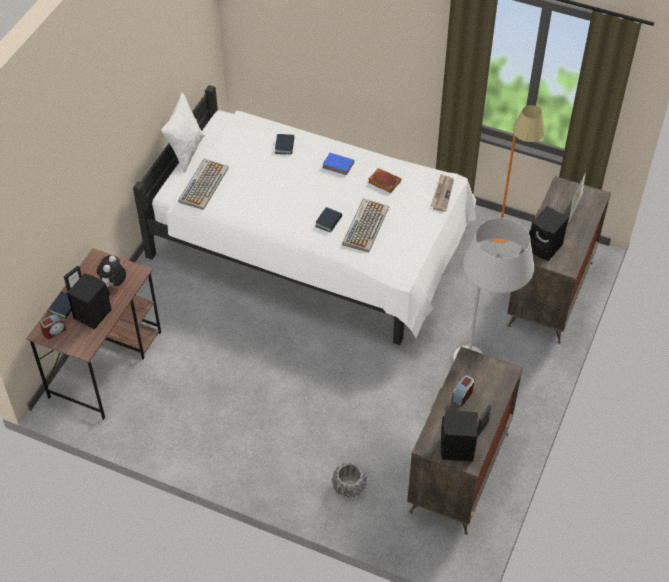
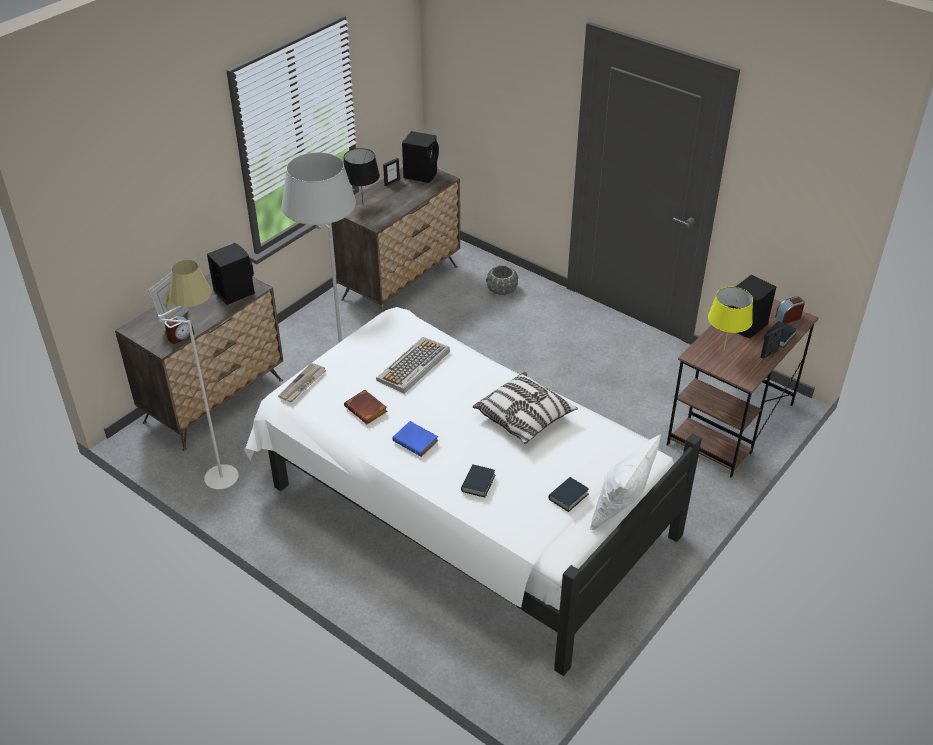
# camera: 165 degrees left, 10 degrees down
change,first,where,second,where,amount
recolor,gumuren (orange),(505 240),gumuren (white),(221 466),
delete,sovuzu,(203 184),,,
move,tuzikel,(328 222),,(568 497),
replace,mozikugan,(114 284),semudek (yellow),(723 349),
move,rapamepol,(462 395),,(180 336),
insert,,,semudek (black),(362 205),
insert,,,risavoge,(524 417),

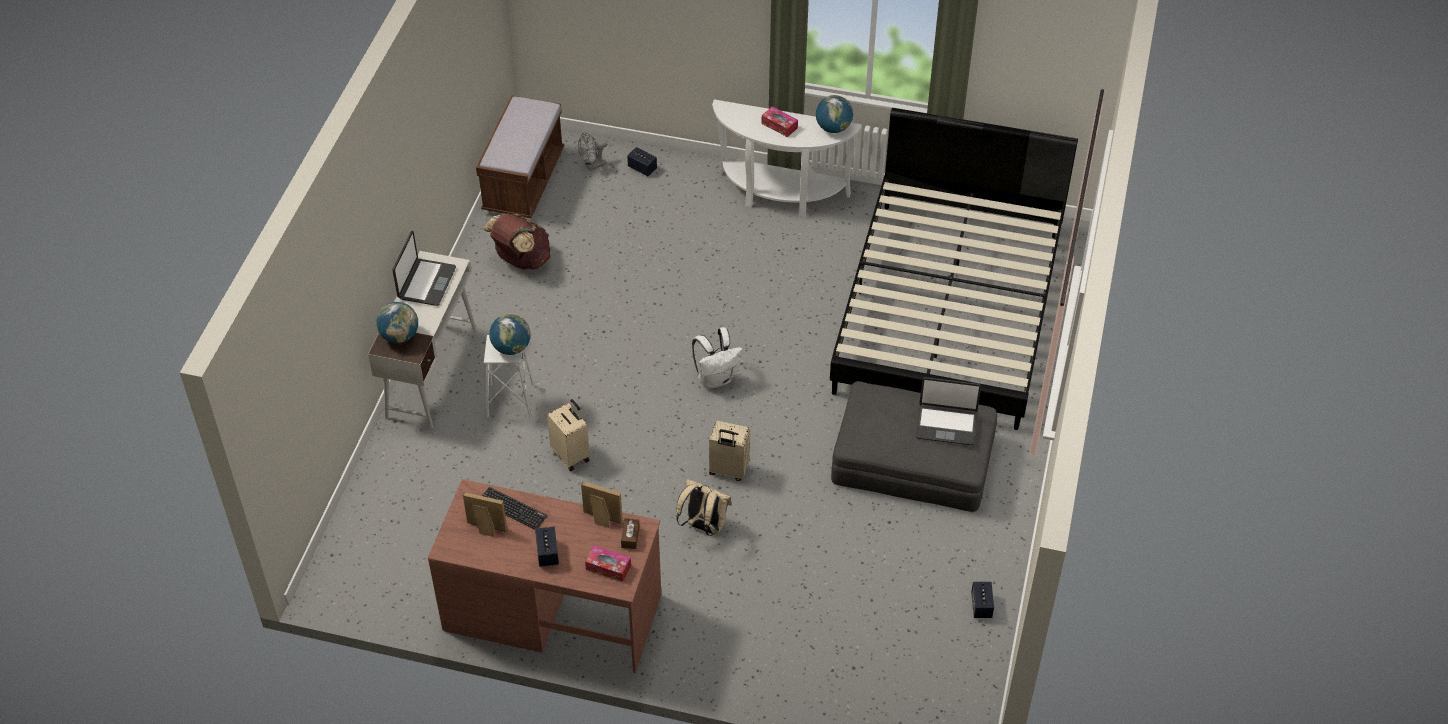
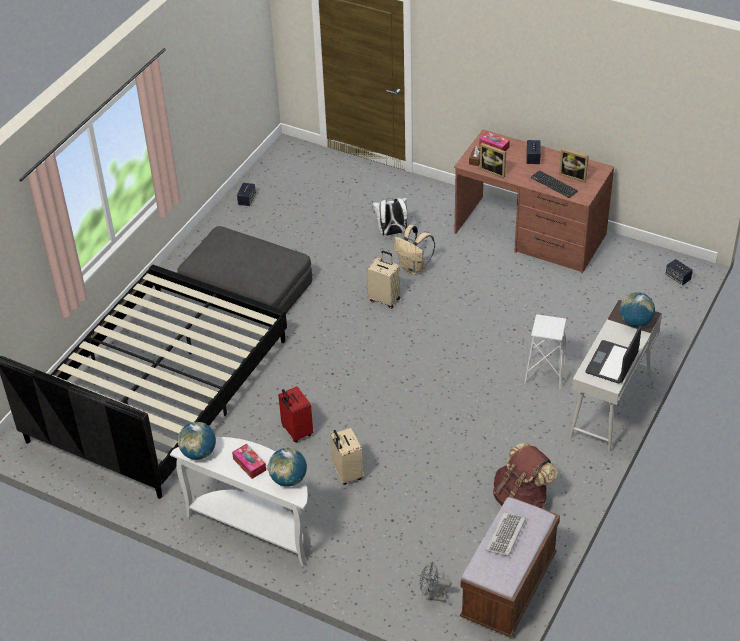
# camera: 165 degrees left, 5 degrees down
change,first,where,second,where,amount
rotate,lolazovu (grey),(593 166),,(432 596),150 degrees counterclockwise
move,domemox,(642 168),,(678 278),
move,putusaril,(511 348),,(288 479),
move,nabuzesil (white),(716 379),,(391 233),
delete,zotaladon,(946 424),,,
move,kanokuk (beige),(571 455),,(346 473),
insert,,,kanokuk (red),(296 431),
insert,,,sovuzu,(506 536),

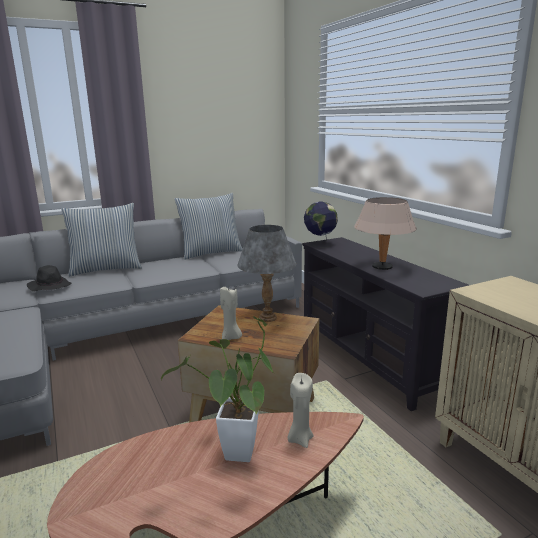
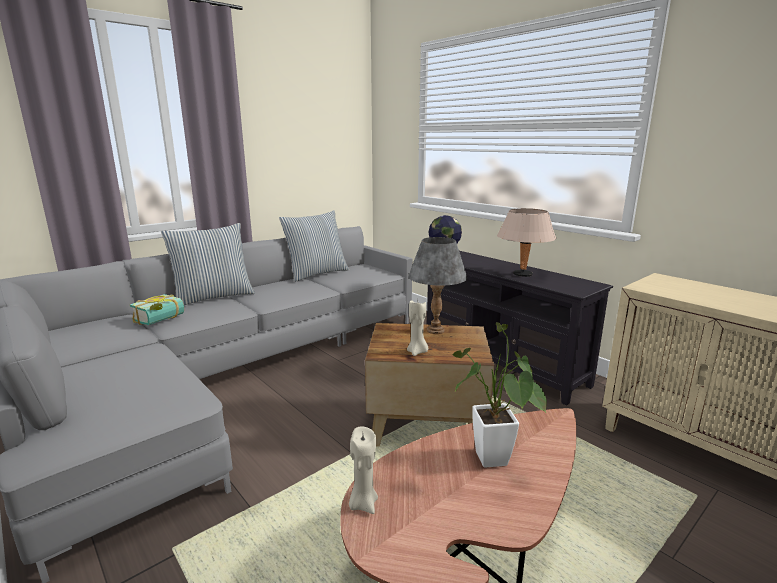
# camera: 15 degrees left, 0 degrees up
change,first,where,second,where,amount
replace,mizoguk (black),(49 287),tuzikel,(162 320),
move,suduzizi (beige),(300 439),,(363 503),

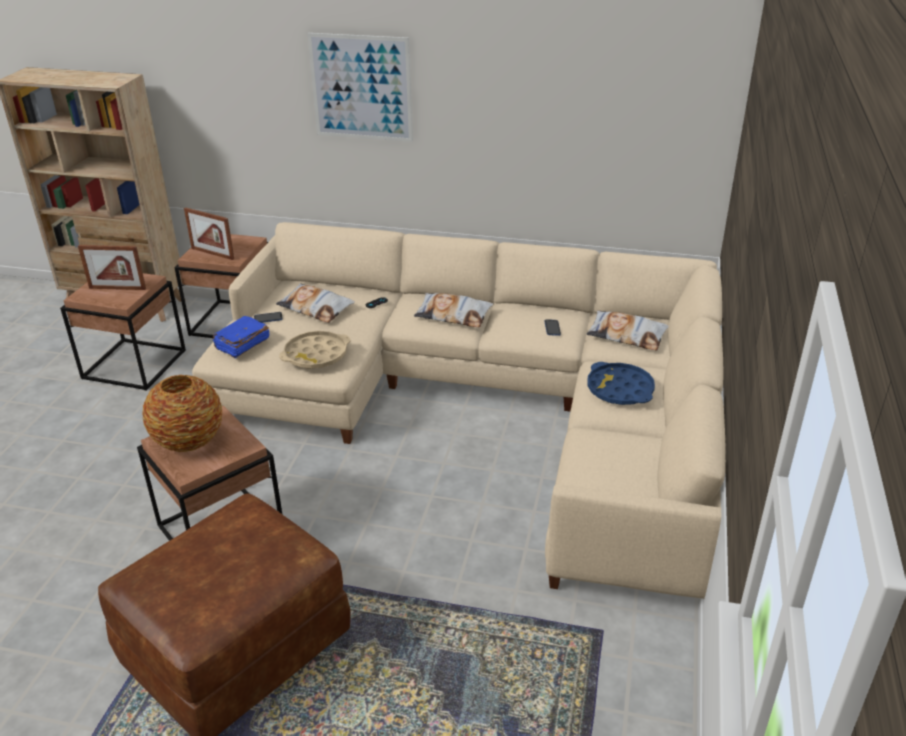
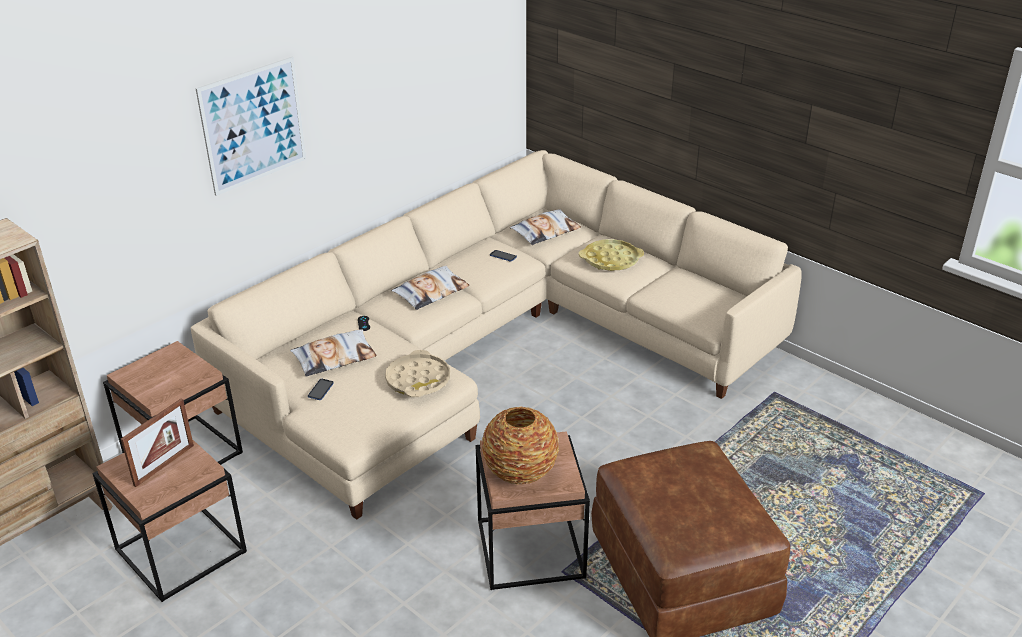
# camera: 60 degrees left, 0 degrees up
change,first,where,second,where,amount
delete,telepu,(212 253),,,
delete,tuzikel (blue),(241 345),,,
recolor,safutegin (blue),(620 389),safutegin (yellow),(611 260),

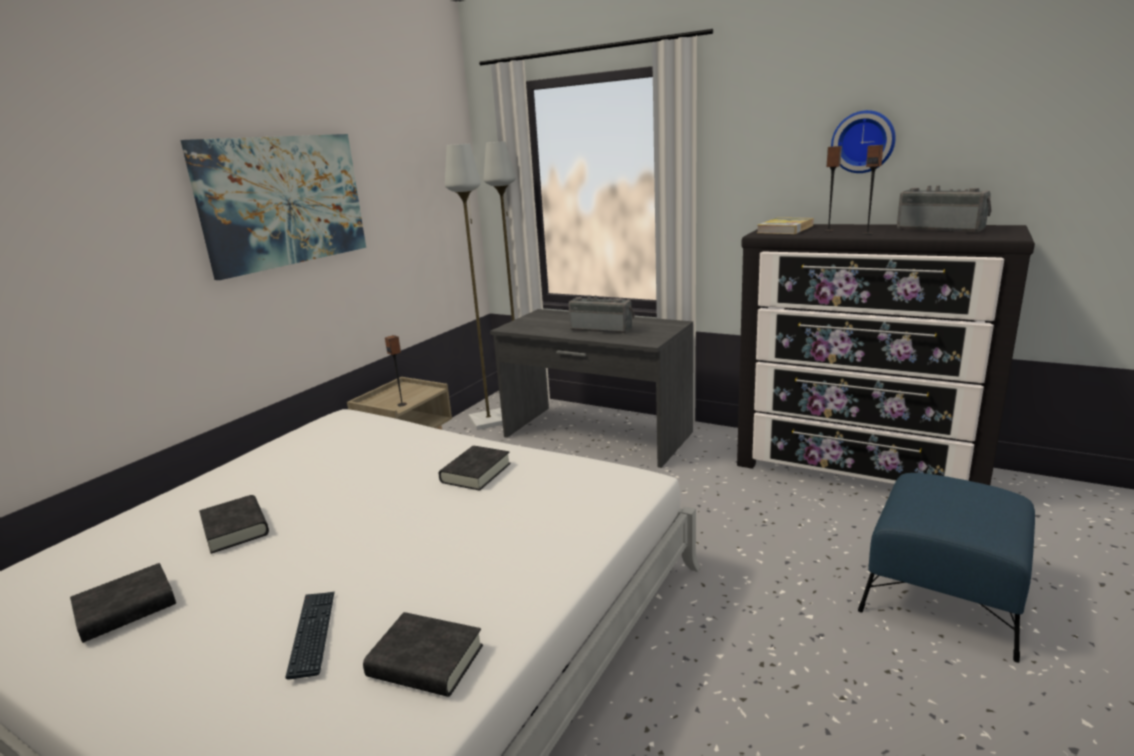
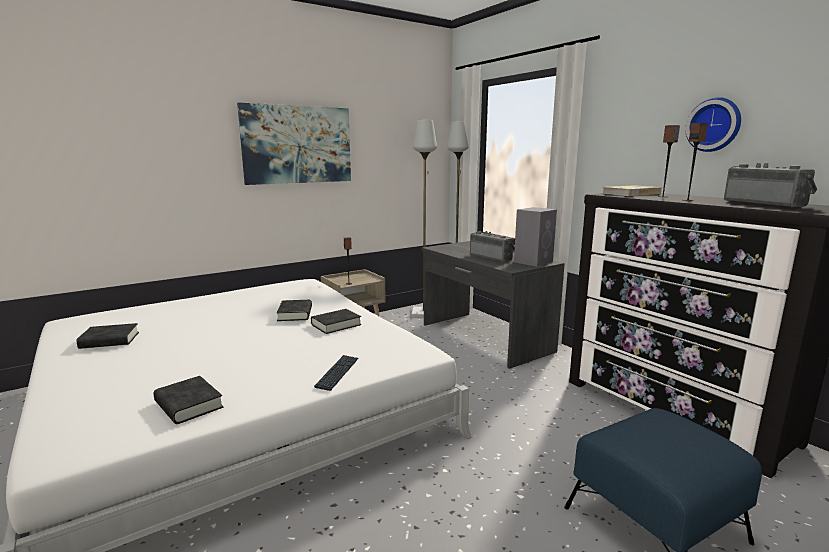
# camera: 25 degrees right, 5 degrees down
change,first,where,second,where,amount
move,tuzikel (black),(235 529),,(295 314),
move,sovuzu,(312 633),,(338 373),
insert,,,domemox (grey),(534 261),

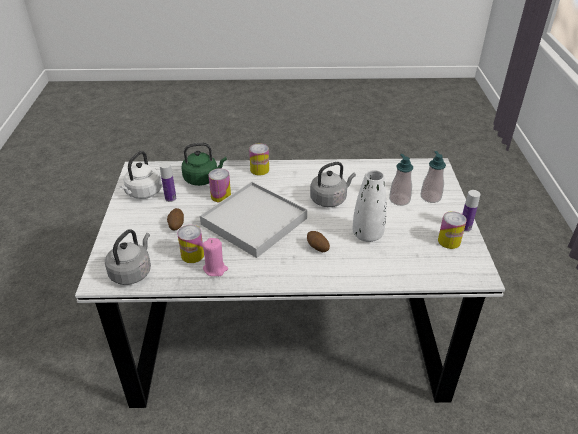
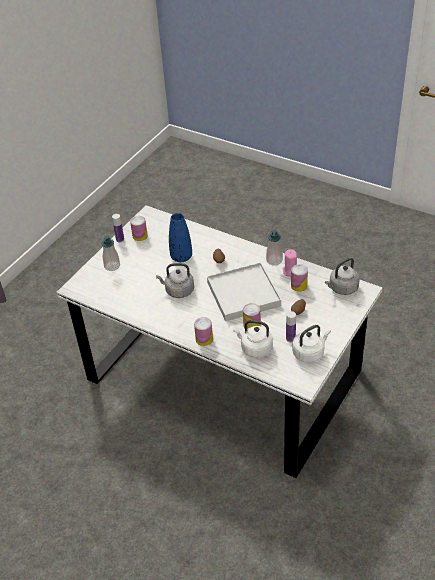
# camera: 145 degrees left, 5 degrees up
change,first,where,second,where,amount
recolor,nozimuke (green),(203 179),nozimuke (white),(255 348),
move,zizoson,(399 200),,(274 260),
recolor,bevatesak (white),(367 235),bevatesak (blue),(181 257),

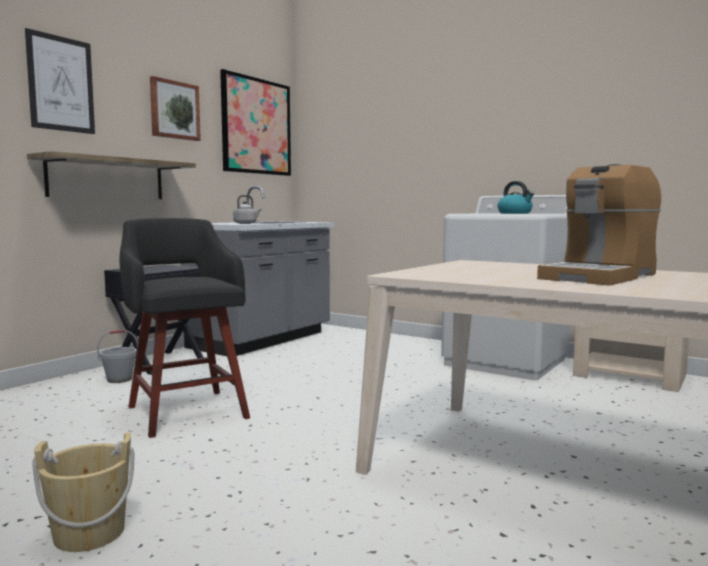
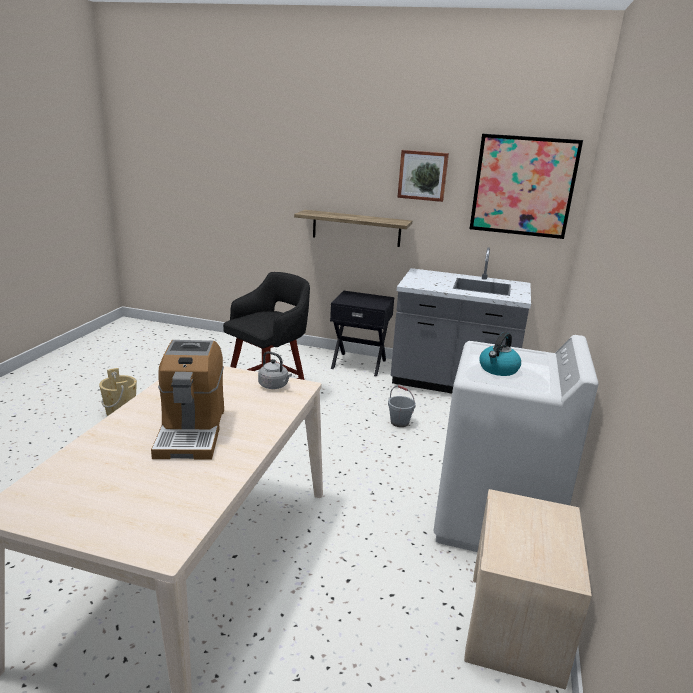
# camera: 70 degrees right, 15 degrees up
change,first,where,second,where,amount
delete,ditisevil,(61 84),,,
rotate,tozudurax,(599 276),,(191 431),120 degrees counterclockwise
move,nozimuke (grey),(246 223),,(274 386),
move,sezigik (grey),(119 379),,(400 422),

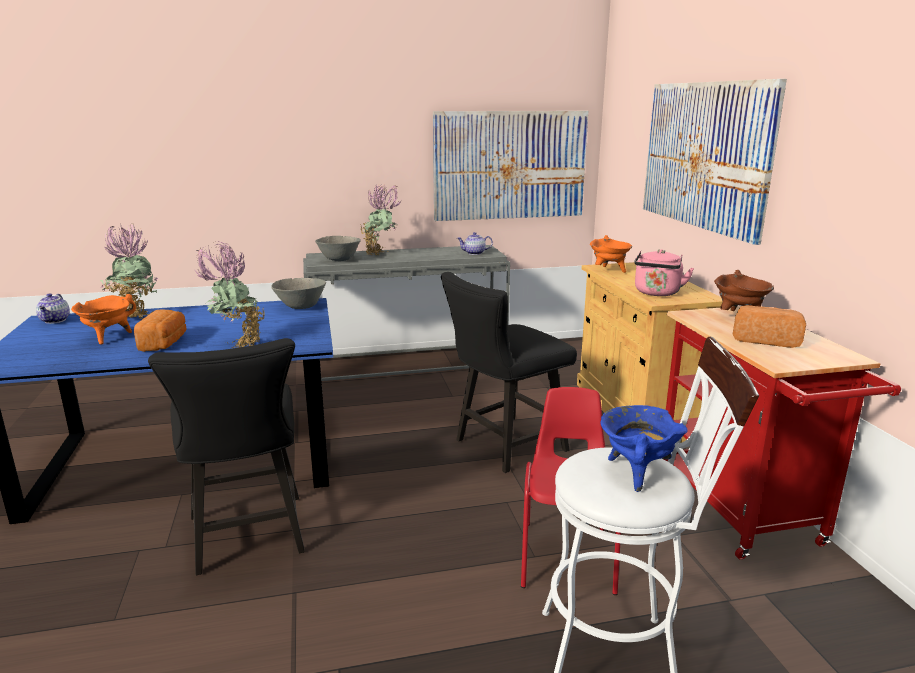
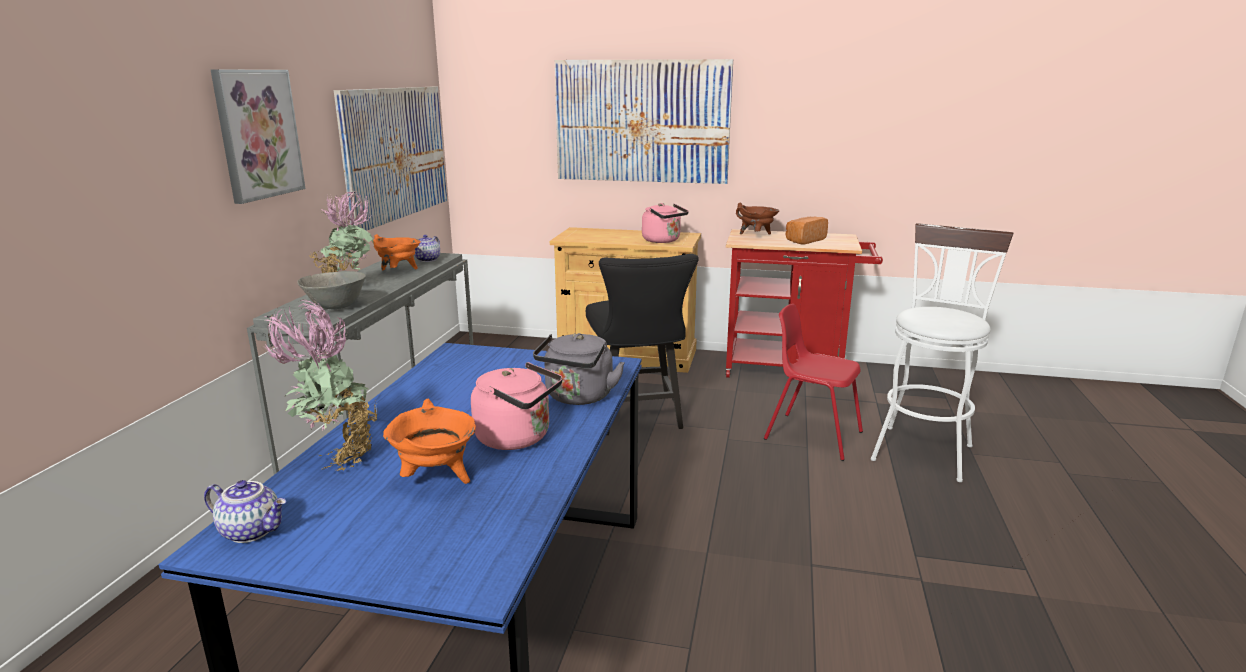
# camera: 65 degrees left, 0 degrees up
change,first,where,second,where,amount
move,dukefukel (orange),(609 270),,(398 272),
replace,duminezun,(237 345),nozimuke (grey),(578 397),
delete,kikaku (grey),(300 307),,,
replace,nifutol,(165 343),nozimuke (pink),(518 438),
delete,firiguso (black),(249 539),,,
delete,dukefukel (blue),(636 472),,,
insert,,,ditisevil,(258 134),

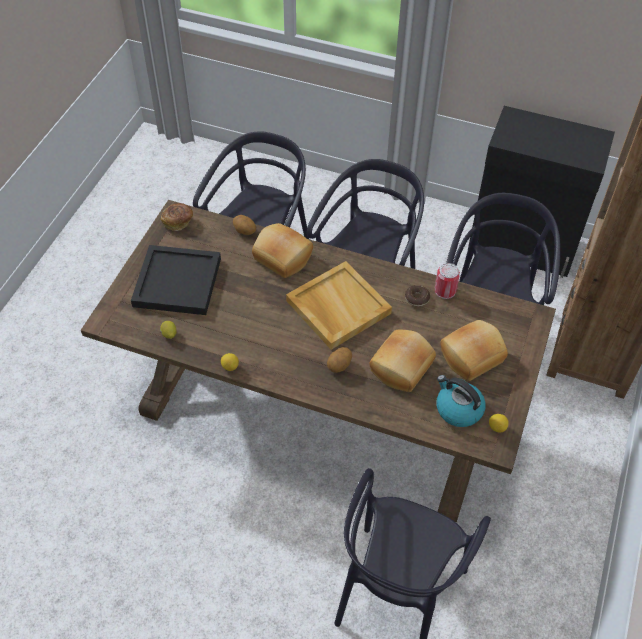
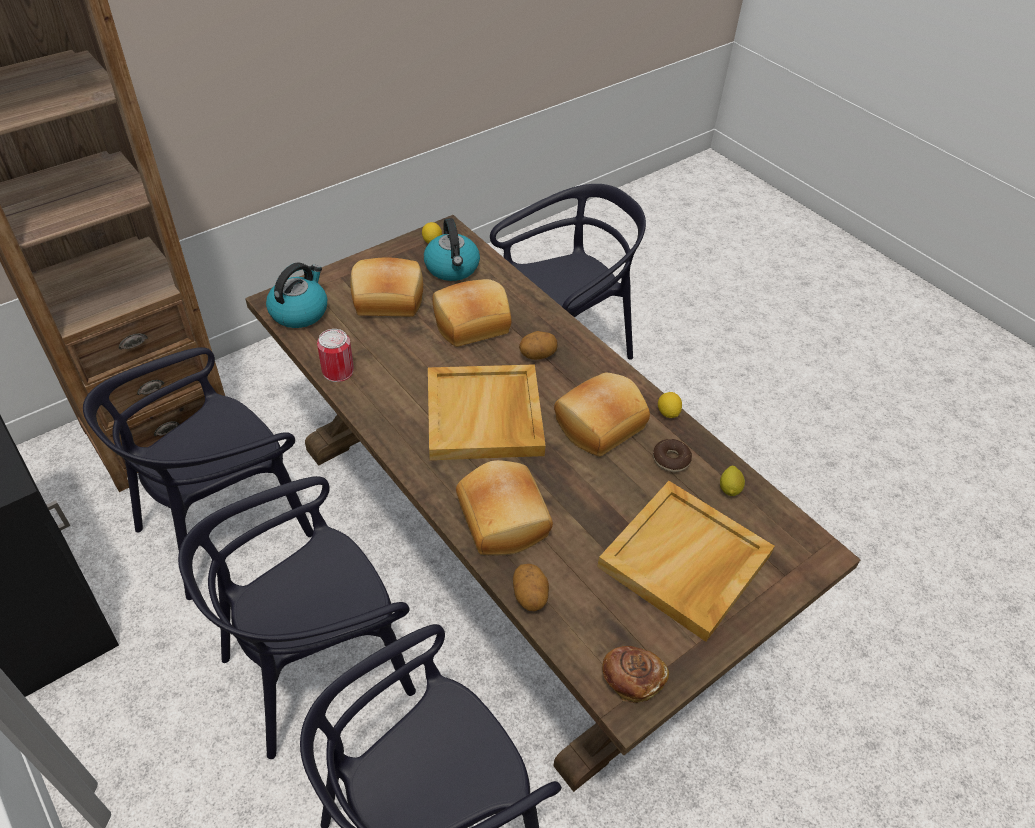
# camera: 150 degrees left, 5 degrees down
change,first,where,second,where,amount
recolor,safutegin (black),(177 281),safutegin (beige),(685 562),
move,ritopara,(417 298),,(671 459),
insert,,,nozimuke,(299 311),
insert,,,nifutol,(598 423),

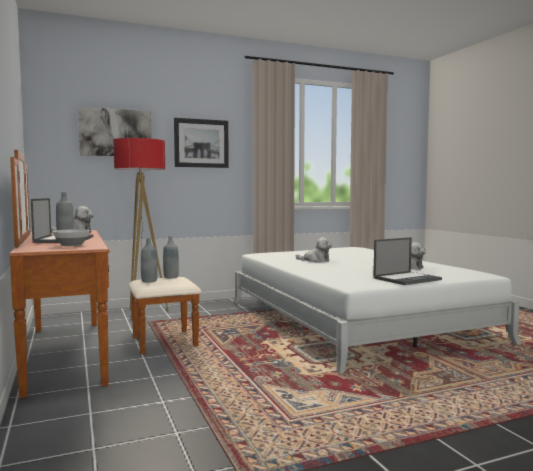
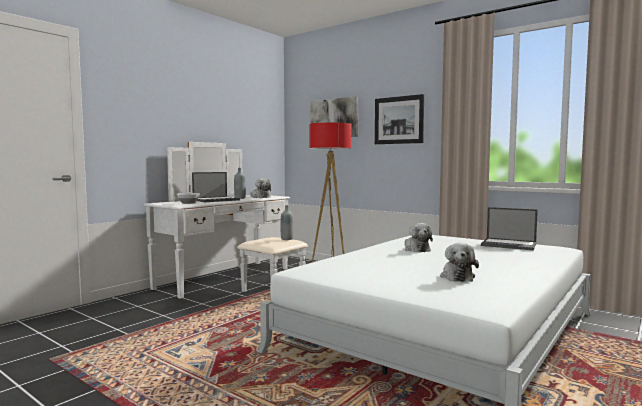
# camera: 60 degrees right, 0 degrees up
change,first,where,second,where,amount
recolor,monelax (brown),(90 350),monelax (white),(235 280),
move,zotaladon,(407 279),,(509 245),
delete,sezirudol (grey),(149 281),,,

